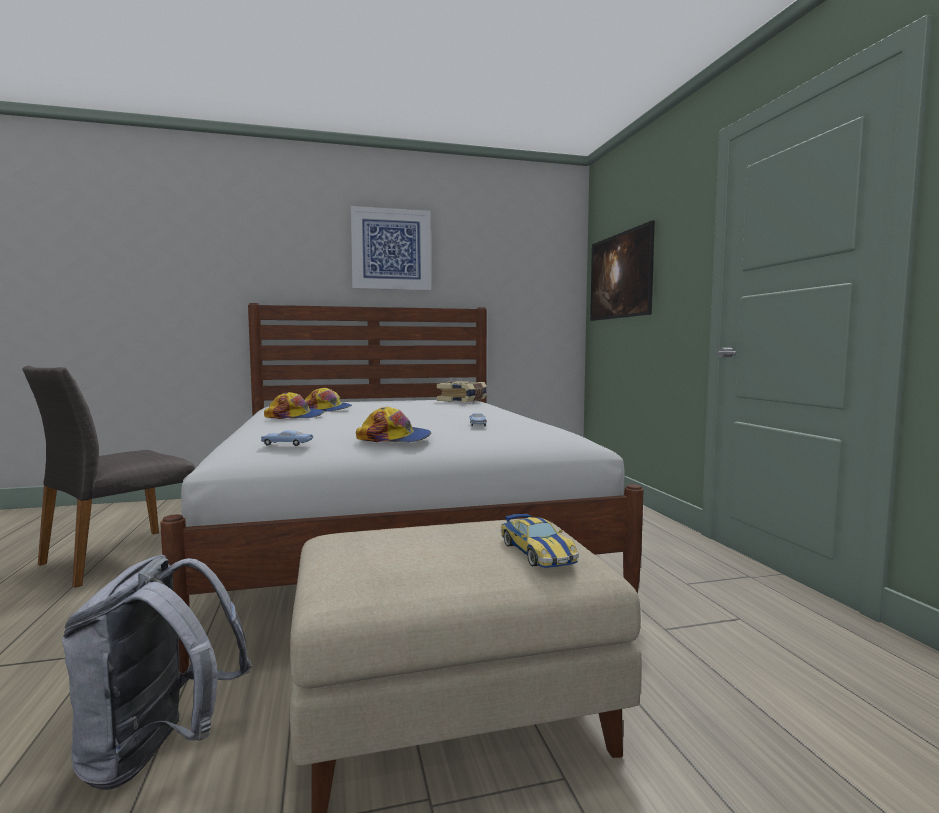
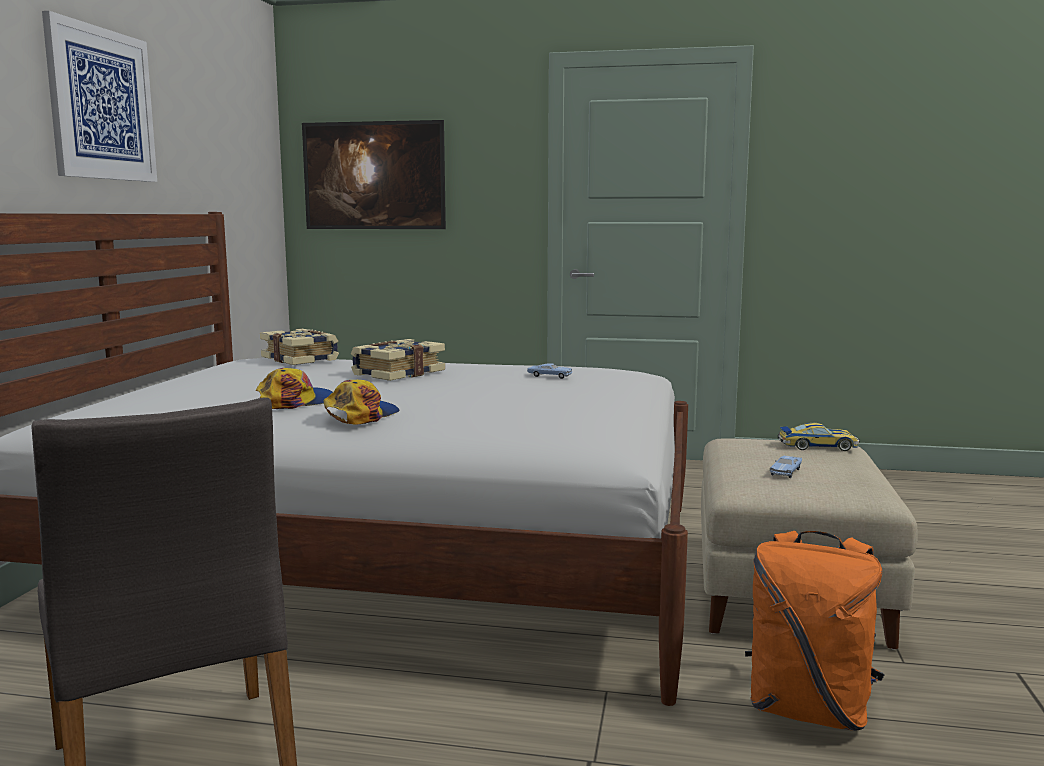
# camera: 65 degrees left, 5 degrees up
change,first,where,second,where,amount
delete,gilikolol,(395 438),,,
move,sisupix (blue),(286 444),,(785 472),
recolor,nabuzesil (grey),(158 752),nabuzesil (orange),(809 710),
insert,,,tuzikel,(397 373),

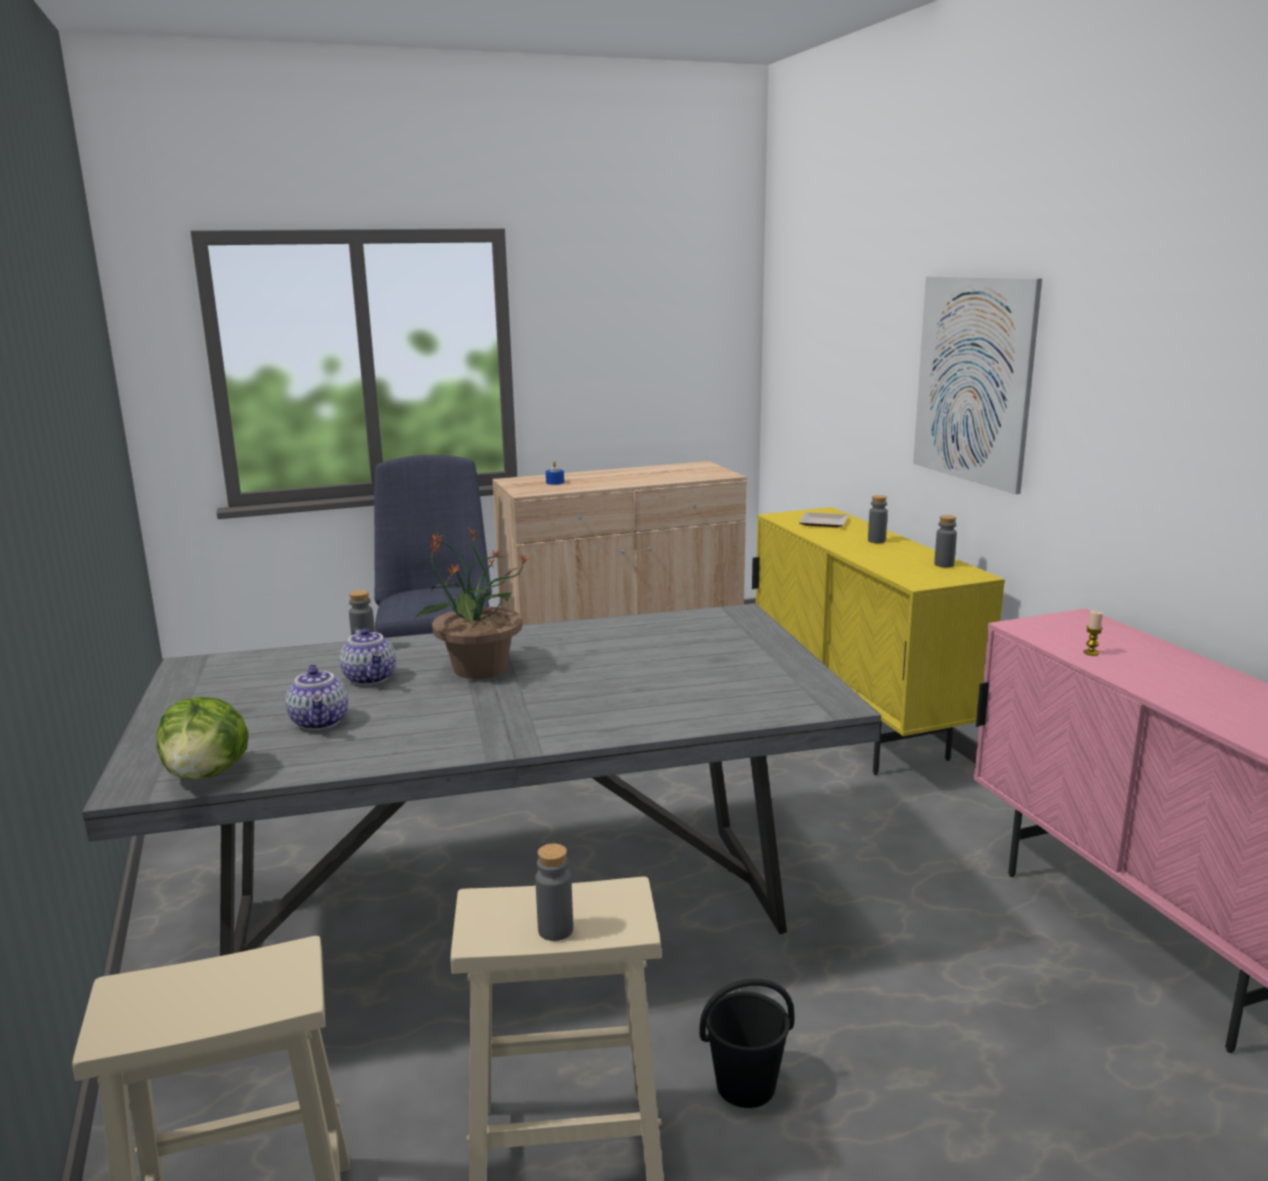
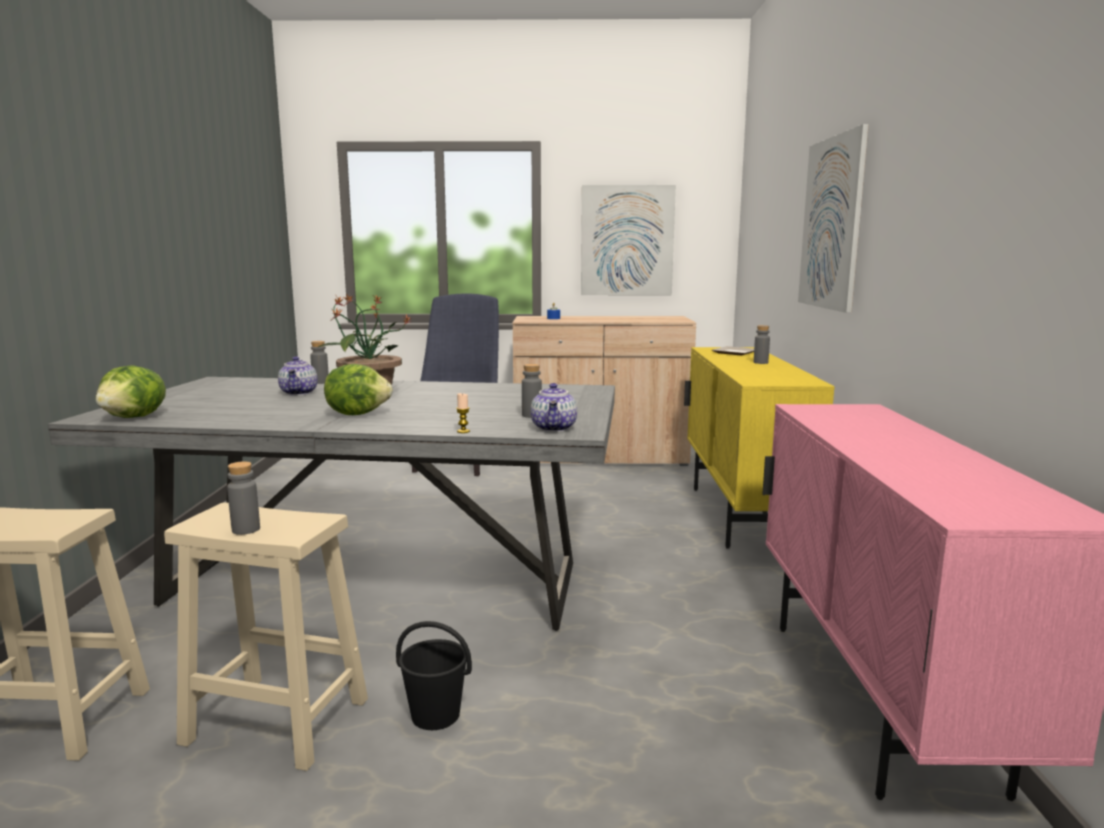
# camera: 20 degrees right, 5 degrees down
change,first,where,second,where,amount
move,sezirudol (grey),(944 564),,(531 415),
move,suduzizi,(1091 653),,(463 431),
move,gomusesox,(321 722),,(555 428),
insert,,,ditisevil,(627 241),
insert,,,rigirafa,(358 414),

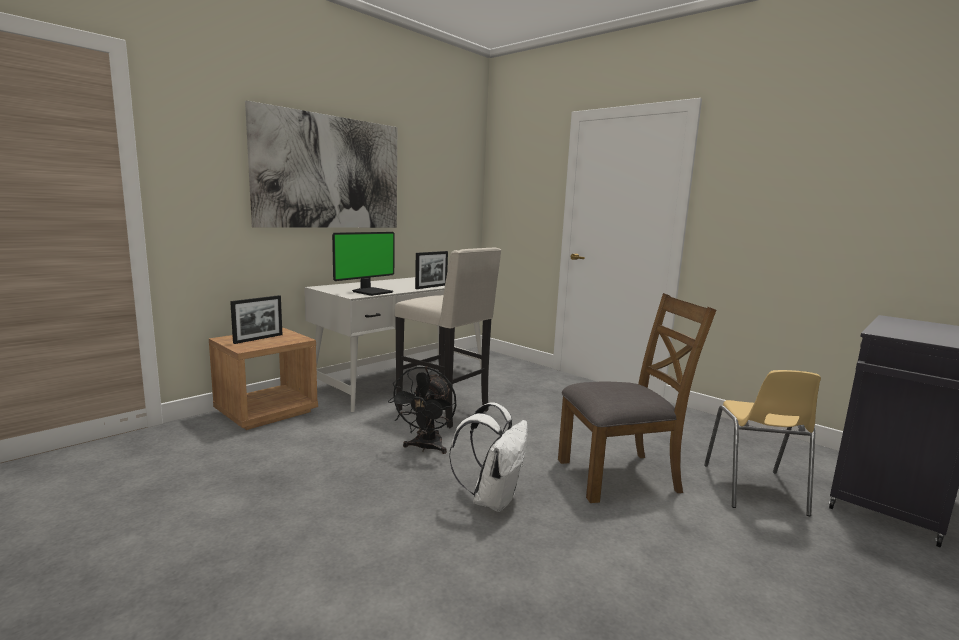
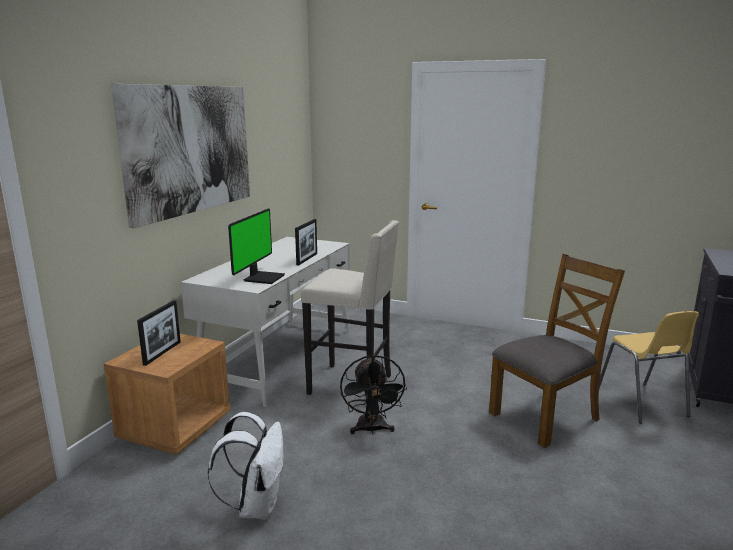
# camera: 20 degrees left, 5 degrees up
change,first,where,second,where,amount
move,nabuzesil (white),(492 499),,(256 506),

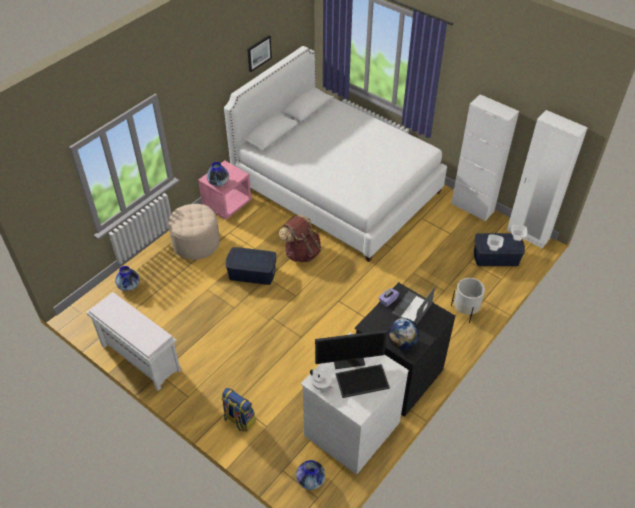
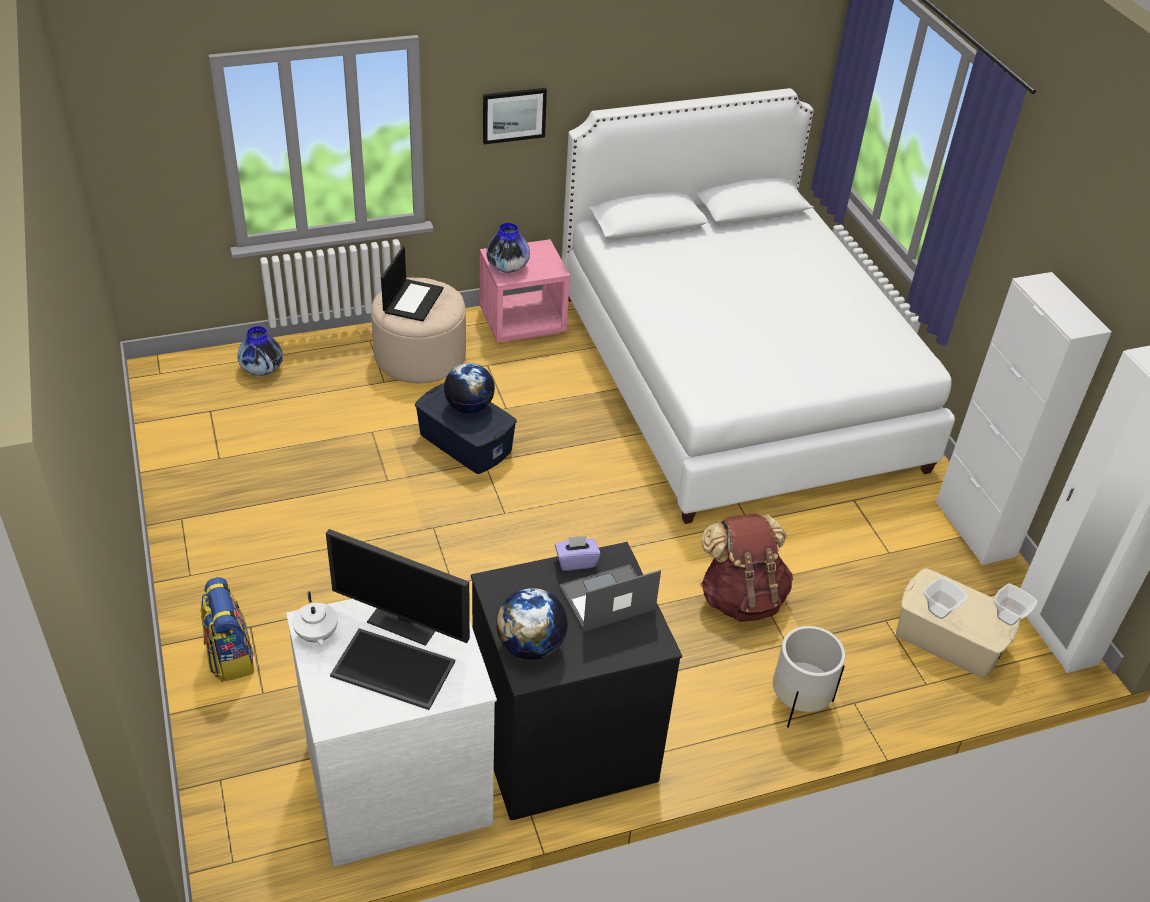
# camera: 30 degrees right, 5 degrees down
change,first,where,second,where,amount
move,ditisevil,(259 53),,(514 115),
move,nabuzesil (brown),(301 252),,(741 597),
recolor,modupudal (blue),(495 257),modupudal (beige),(949 638),
delete,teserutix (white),(140 358),,,
delete,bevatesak,(311 480),,,
insert,,,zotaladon,(413 300),
insert,,,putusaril,(469 407),

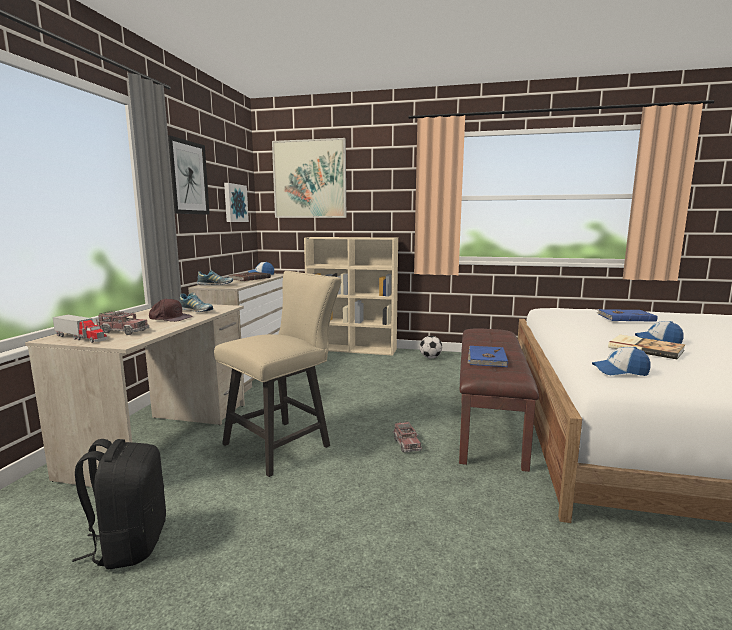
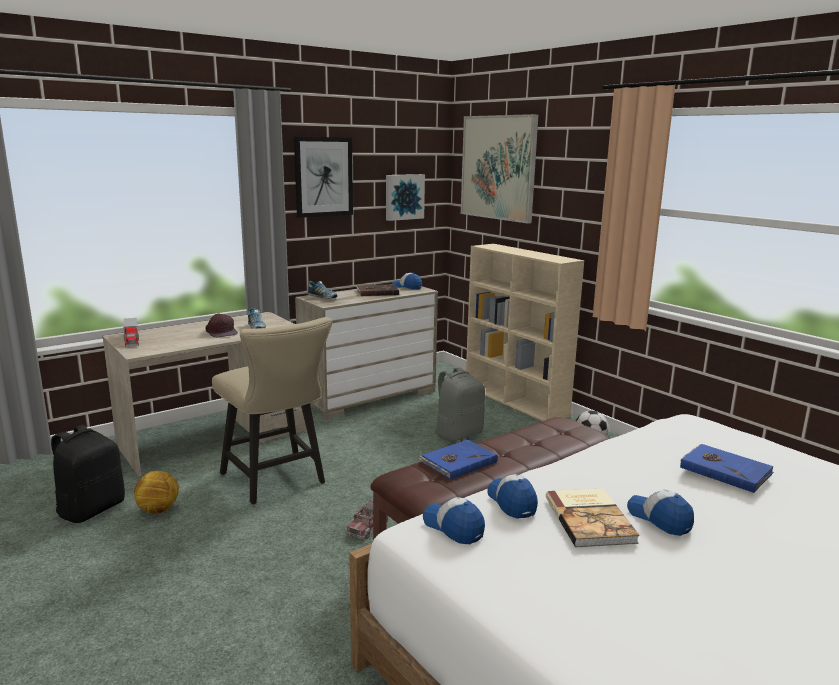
# camera: 40 degrees right, 5 degrees up
change,first,where,second,where,amount
rotate,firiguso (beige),(284 443),,(277 480),60 degrees clockwise
delete,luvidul,(124 331),,,
insert,,,nabuzesil (grey),(458 434),
insert,,,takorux,(158 510),
insert,,,gilikolol,(512 502),

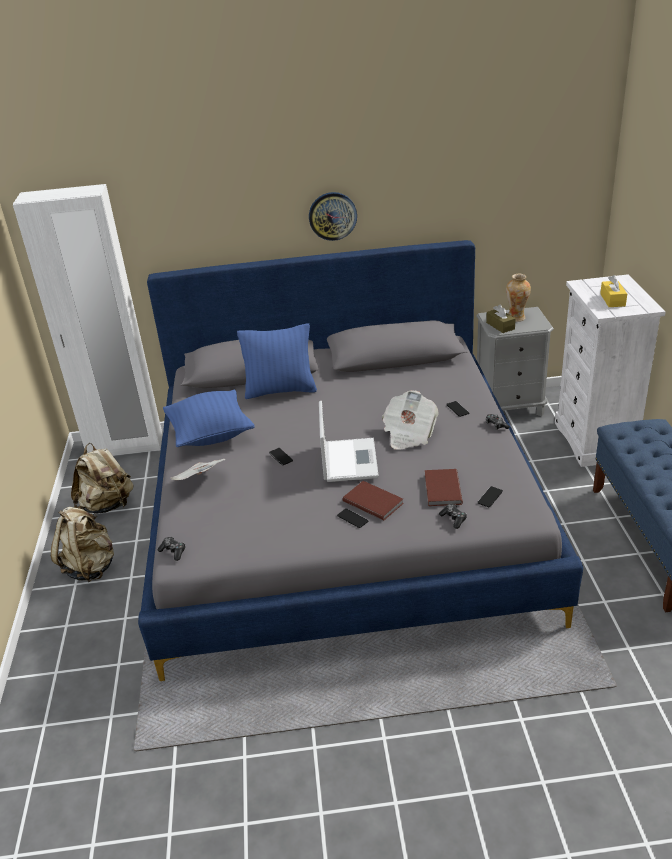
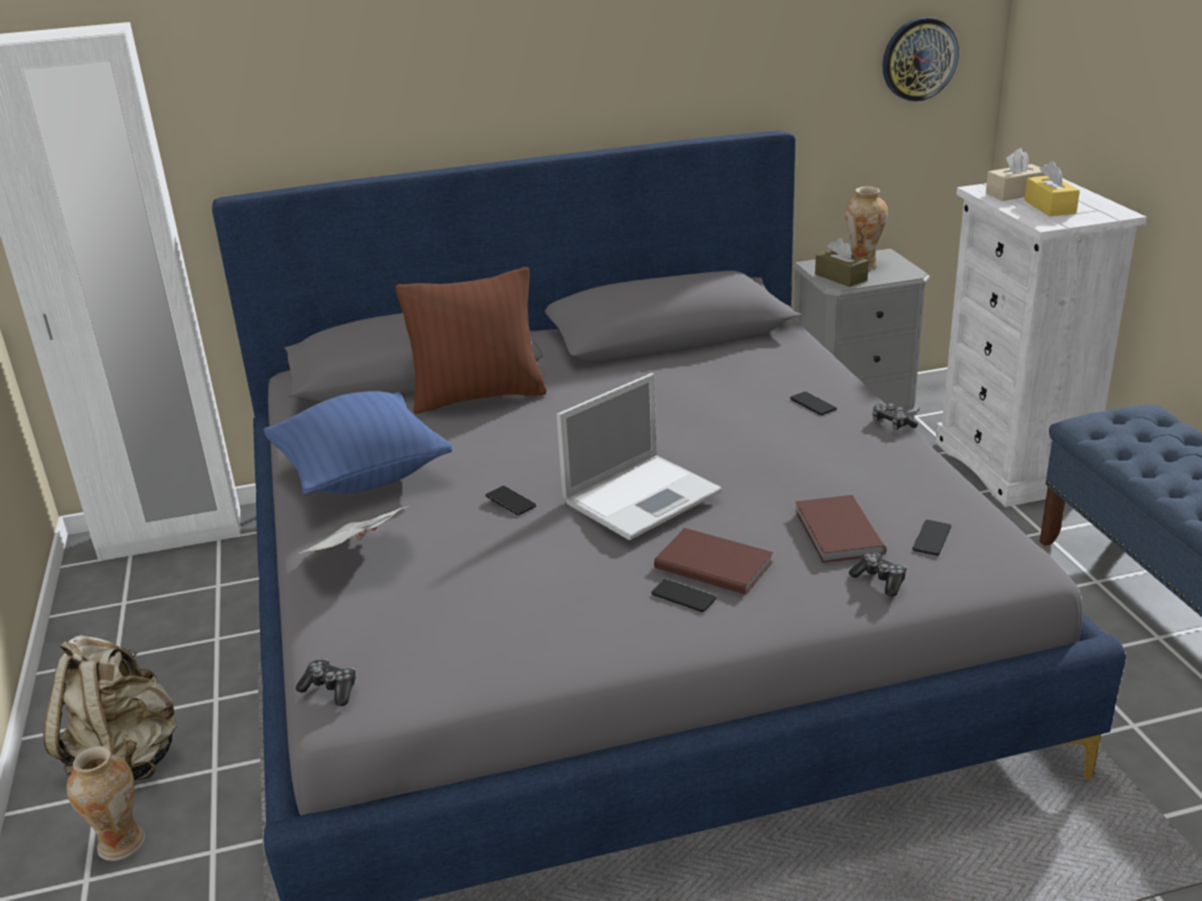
# camera: 10 degrees left, 5 degrees down
change,first,where,second,where,amount
move,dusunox,(332 216),,(919 59),
recolor,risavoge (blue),(280 390),risavoge (brown),(478 396),
delete,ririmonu,(409 434),,,
rotate,zotaladon,(349 459),,(644 496),60 degrees clockwise
delete,nabuzesil (beige),(107 505),,,
insert,,,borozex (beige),(1015 193),
insert,,,bevatesak,(120 844),

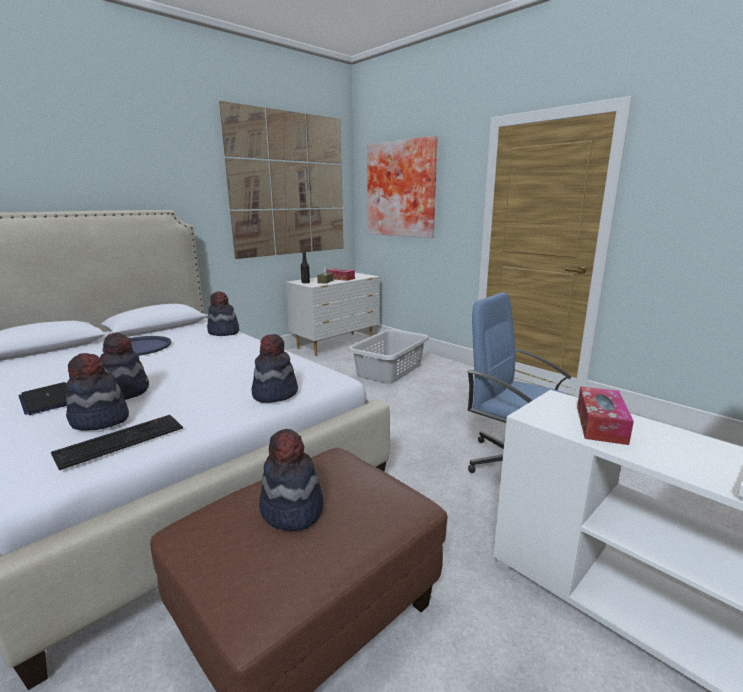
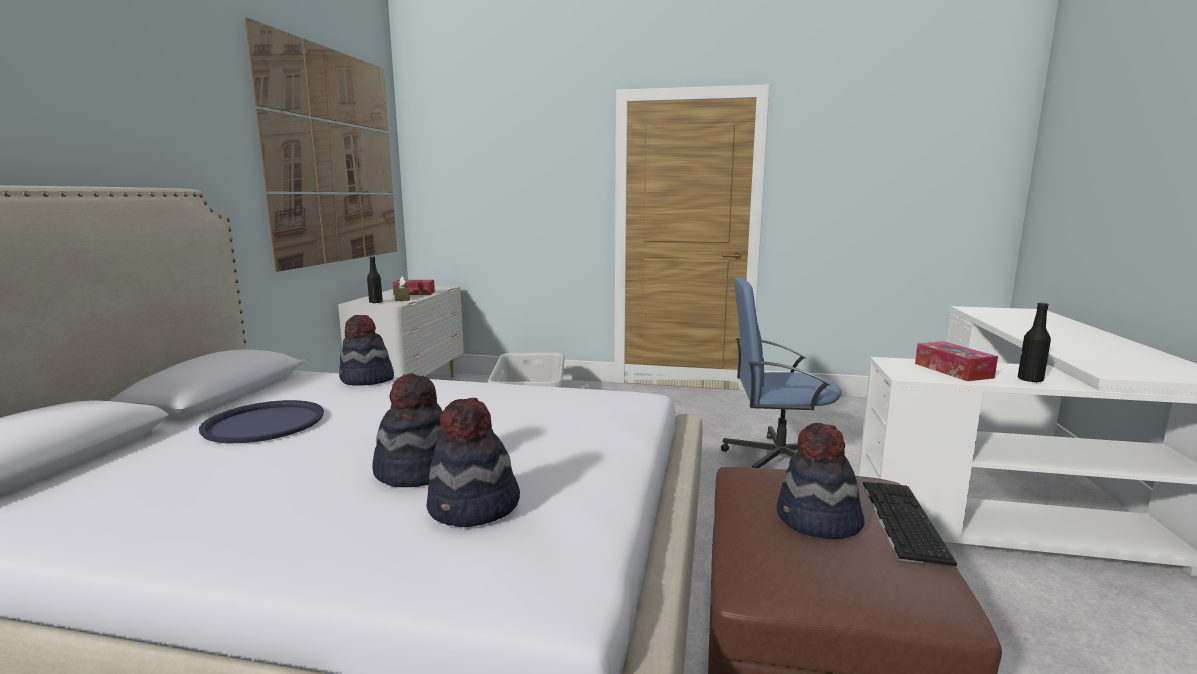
# camera: 35 degrees left, 5 degrees down
change,first,where,second,where,amount
delete,ditisevil,(402 189),,,
delete,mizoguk,(274 393),,,
delete,zotaladon,(48 400),,,
move,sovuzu,(121 439),,(901 519),
insert,,,sezirudol (black),(1030 380),

